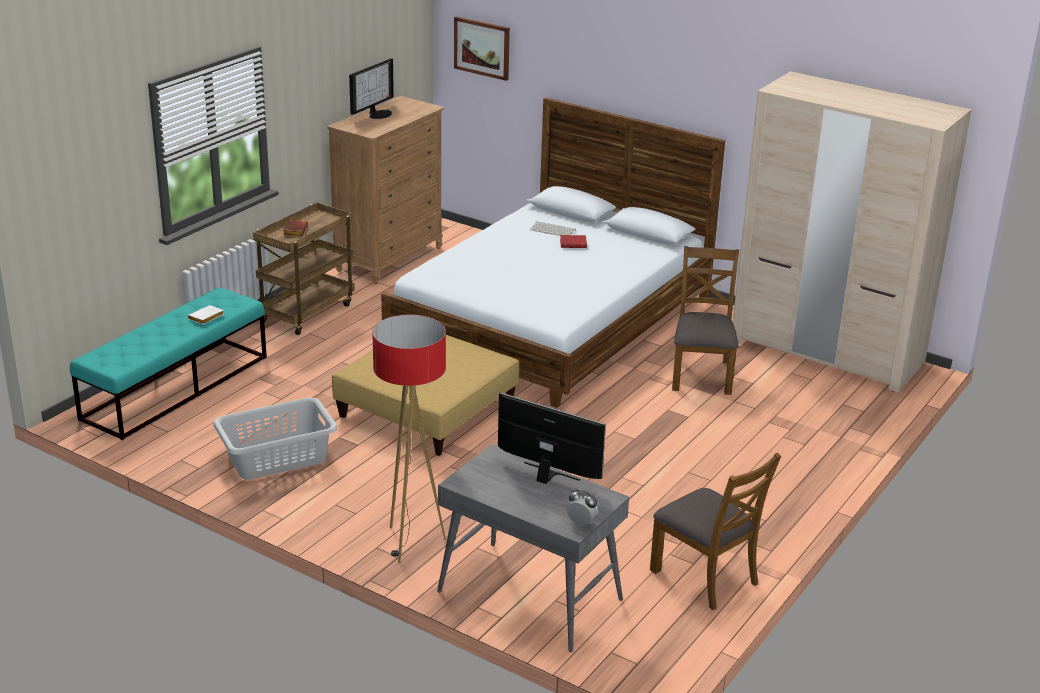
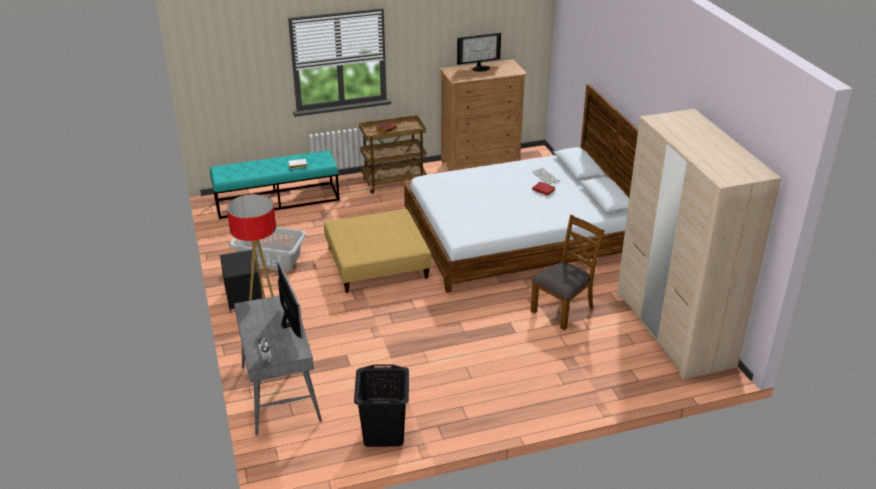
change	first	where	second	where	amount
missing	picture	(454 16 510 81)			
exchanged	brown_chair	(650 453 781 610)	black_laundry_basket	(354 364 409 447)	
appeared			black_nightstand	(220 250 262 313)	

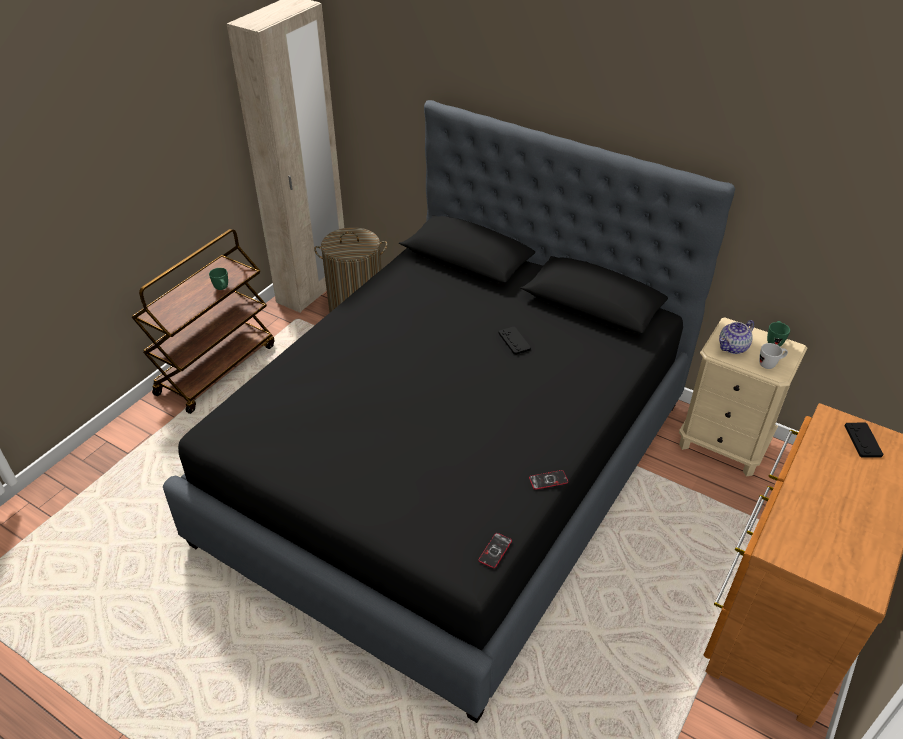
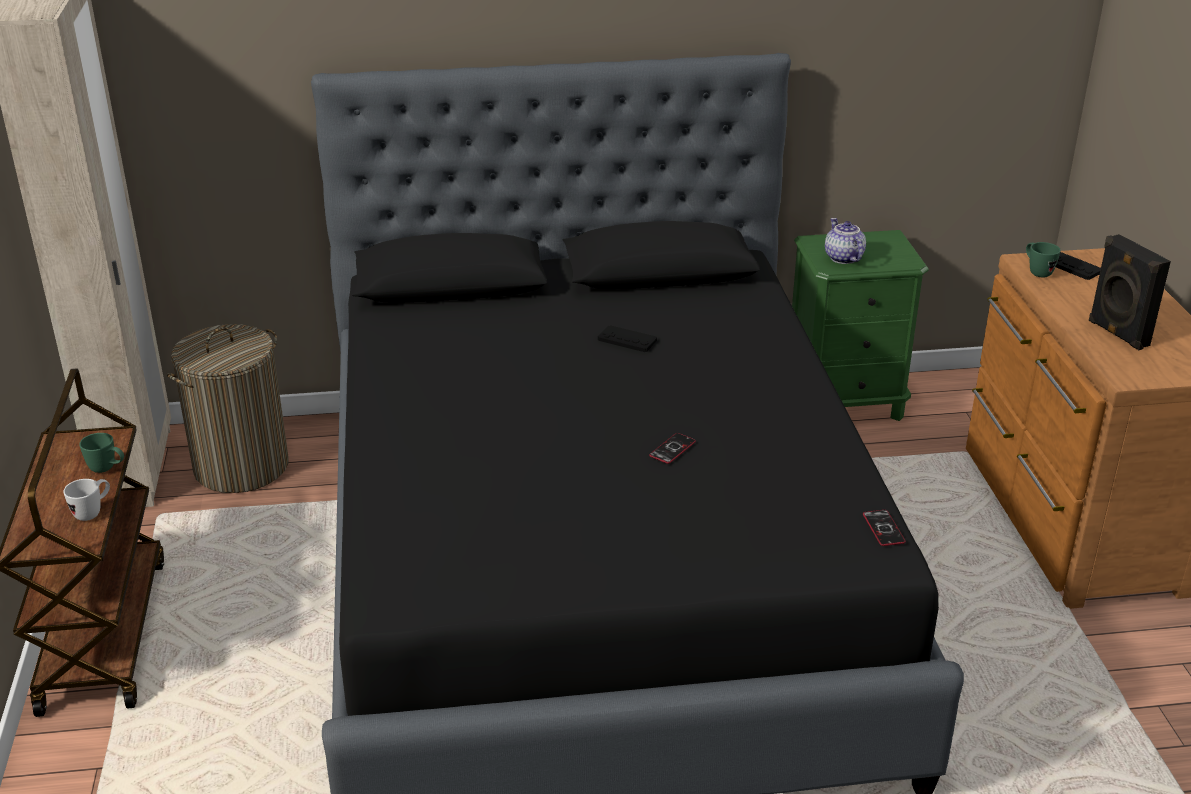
change	first	where	second	where	amount
colour	beige_nightstand	(679 317 807 477)	green_nightstand	(792 230 929 421)	
spun	teapot	(719 320 754 354)		(825 218 866 264)	150 degrees clockwise
relocated	green_mug	(767 321 790 346)		(1026 242 1061 277)	
relocated	white_mug	(759 343 788 369)		(63 479 110 521)	
relocated	phone	(529 470 568 490)		(649 433 696 464)	
appeared			black_speaker	(1089 234 1171 350)	

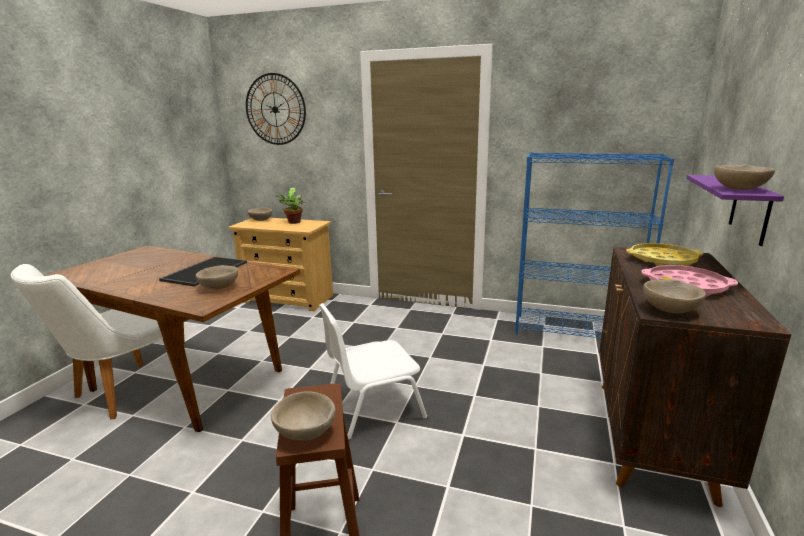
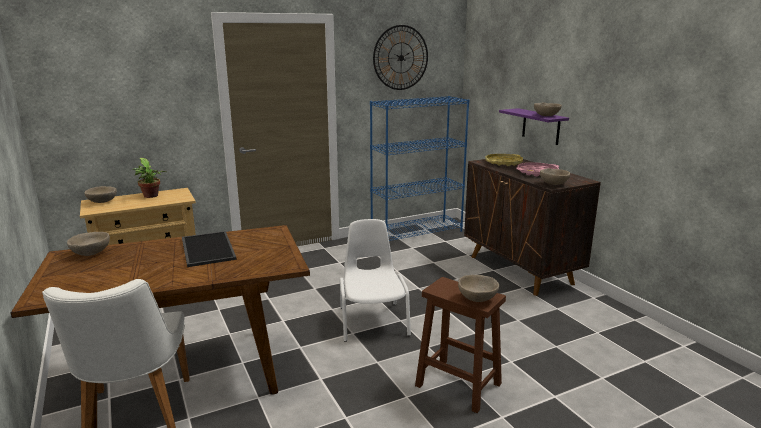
change	first	where	second	where	amount
relocated	wall_clock	(246 73 306 145)		(373 25 428 90)	
relocated	beige_bowl	(196 265 238 290)		(67 232 110 256)	
spun	white_chair	(319 303 427 440)		(340 219 411 342)	150 degrees clockwise

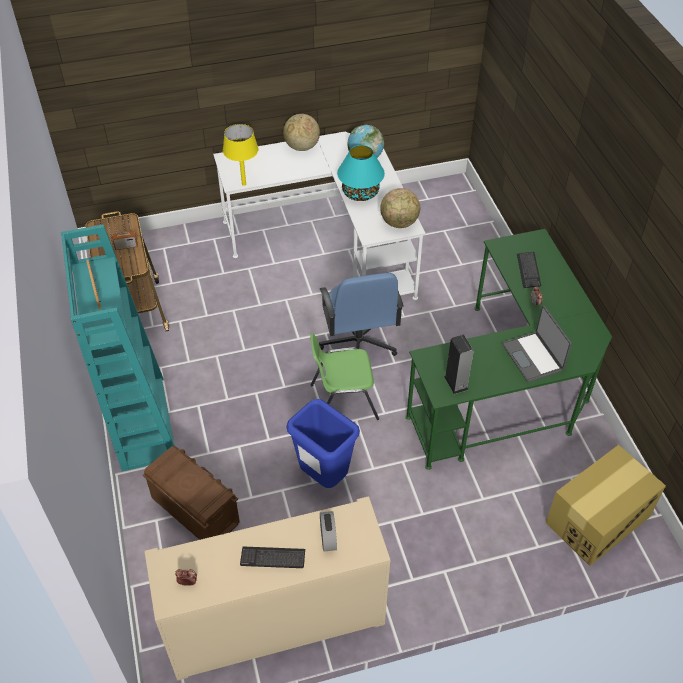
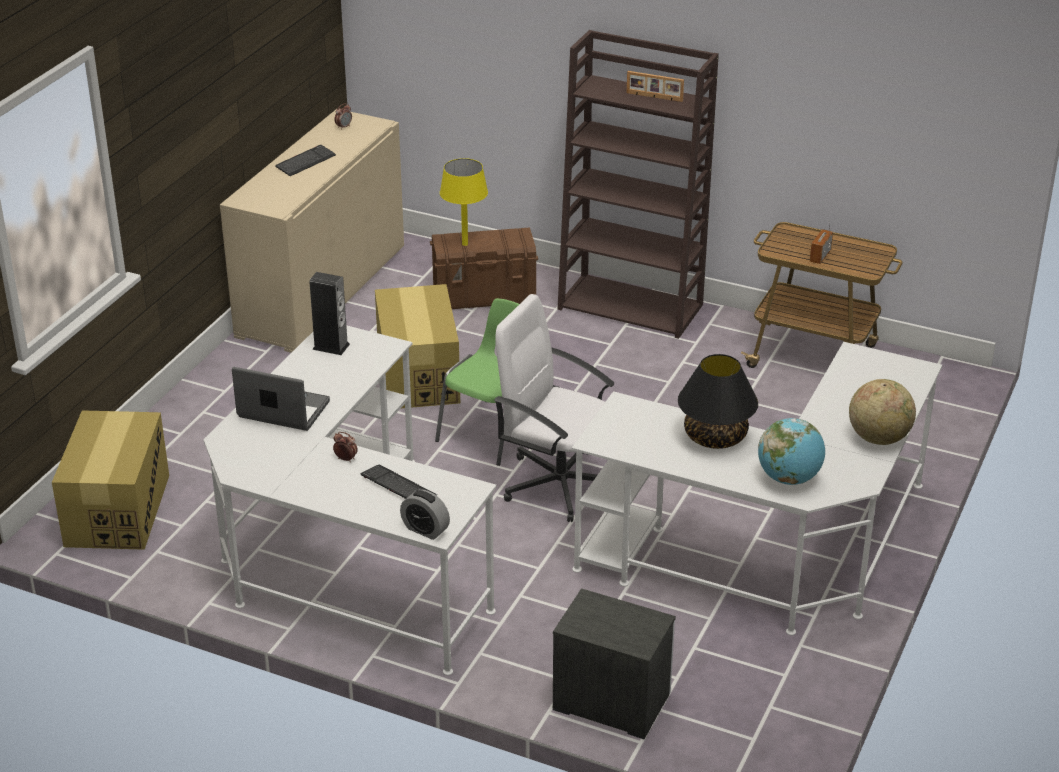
change	first	where	second	where	amount
relocated	yellow_table_lamp	(223 124 258 186)		(440 158 488 246)	
colour	turquoise_table_lamp	(337 145 385 201)	black_table_lamp	(678 354 758 449)	
missing	globe	(380 188 420 228)			
colour	turquoise_bookcase	(61 224 175 471)	brown_bookcase	(558 30 719 339)	
colour	green_desk	(405 229 612 470)	white_desk	(203 325 497 675)	
colour	blue_office_chair	(319 273 404 356)	white_office_chair	(494 294 614 522)	
exchanged	blue_trash_can	(287 399 360 488)	cardboard_box	(375 284 460 408)	
relocated	alarm_clock	(320 511 337 551)		(400 490 450 540)	
appeared			nightstand	(553 588 676 739)	

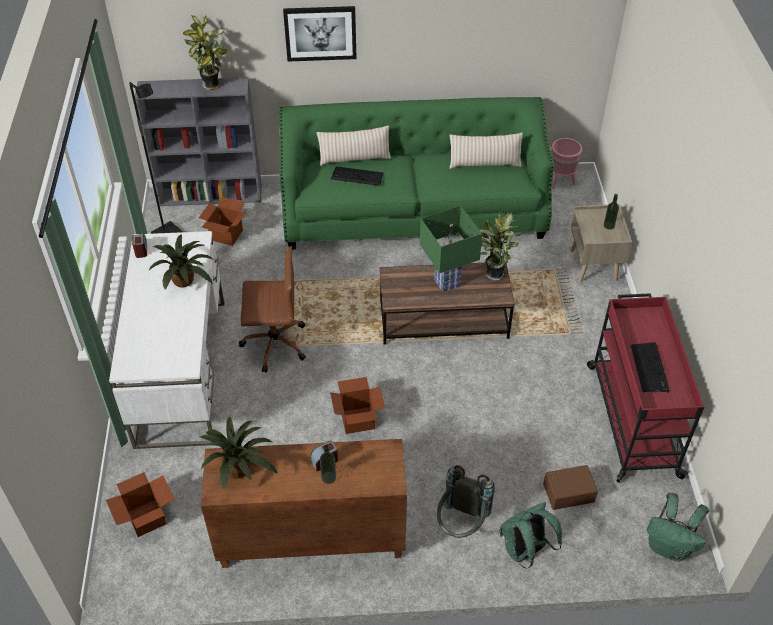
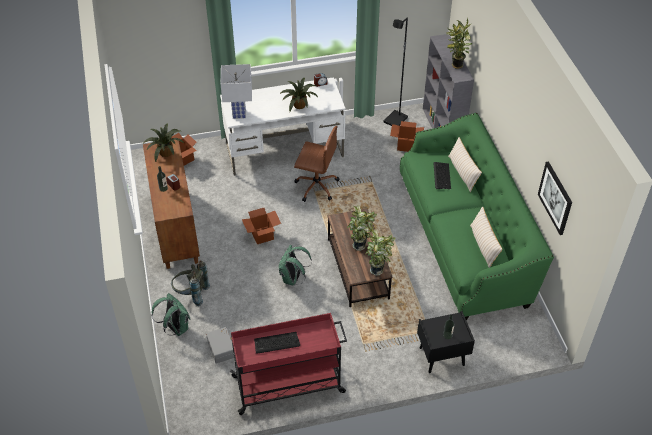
change	first	where	second	where	amount
relocated	picture	(283 6 357 62)		(538 162 572 235)	
missing	pink_planter	(551 138 582 189)			
colour	beige_nightstand	(571 204 632 282)	black_nightstand	(417 311 475 373)	
exchanged	green_table_lamp	(420 206 482 292)	potted_plant	(347 205 377 251)	
spun	brown_office_chair	(239 246 306 373)		(294 126 339 202)	60 degrees counterclockwise
colour	brown_storage_box	(543 465 598 510)	grey_storage_box	(206 327 234 364)	
relocated	green_backpack	(647 493 709 562)		(279 245 312 285)	
appeared			white_table_lamp	(220 64 252 119)	

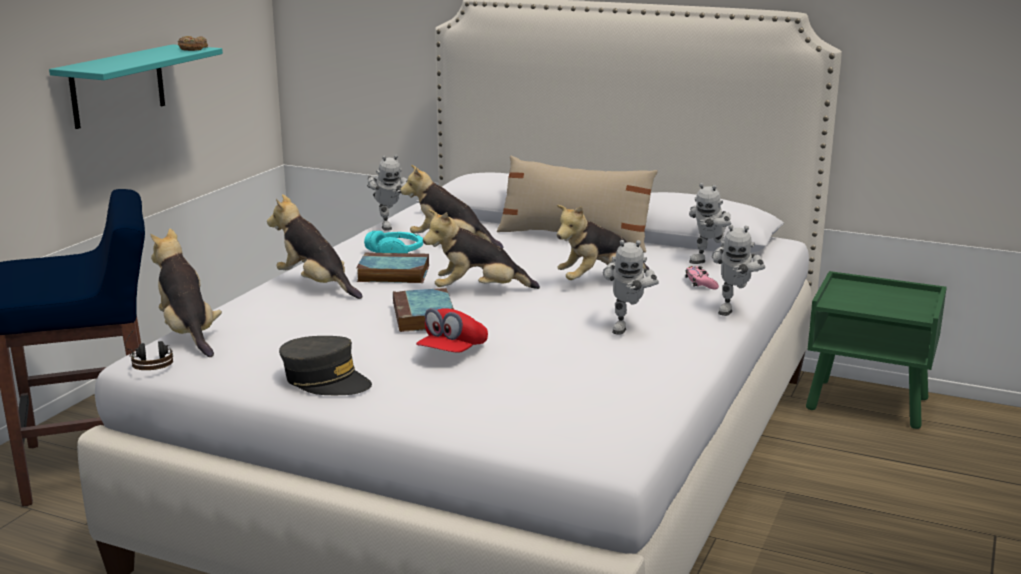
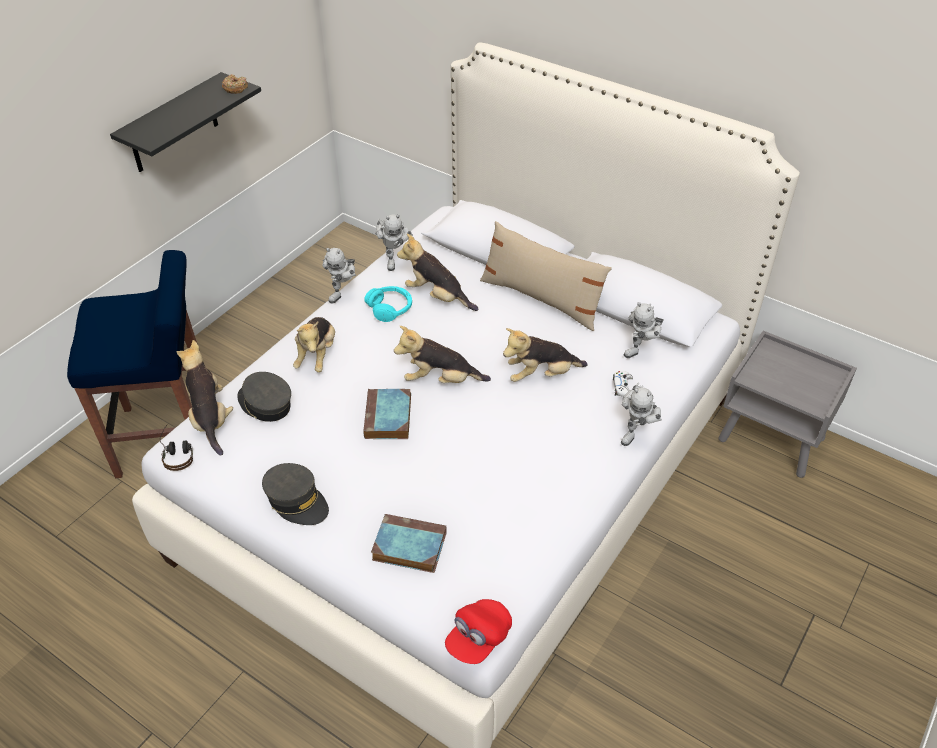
change	first	where	second	where	amount
colour	turquoise_shelf	(49 44 223 129)	black_shelf	(110 72 261 172)	
spun	plush_toy	(267 194 362 299)		(293 317 335 372)	135 degrees counterclockwise
relocated	toy_robot	(603 240 659 334)		(322 248 356 303)	
relocated	book	(356 253 429 283)		(371 514 446 573)	
colour	pink_game_controller	(685 266 719 290)	white_game_controller	(613 371 633 397)	
colour	green_nightstand	(806 271 947 429)	grey_nightstand	(719 331 857 478)	
relocated	red_cap	(416 308 488 353)		(445 599 512 664)	
appeared			grey_cap	(237 372 291 422)	

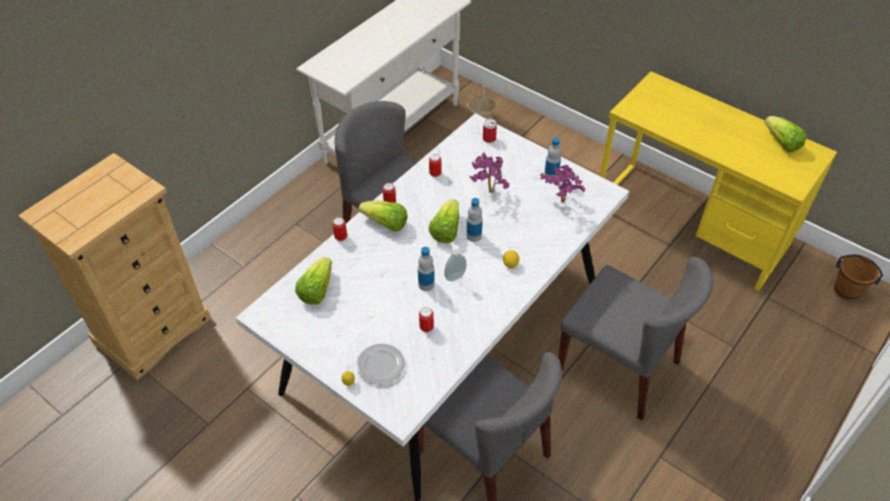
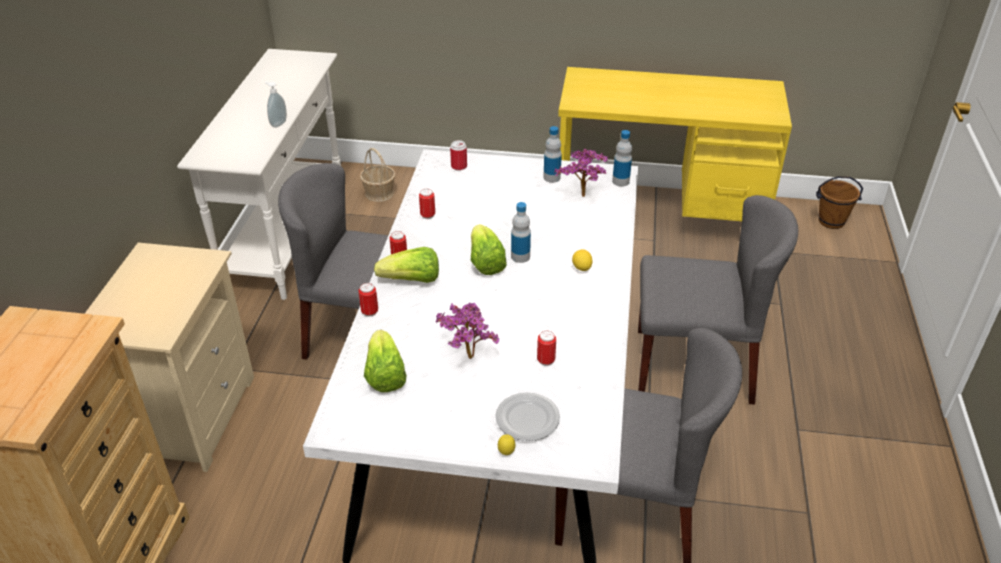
change	first	where	second	where	amount
missing	lettuce	(765 116 806 153)			
relocated	potted_plant	(470 152 509 193)		(435 302 499 358)	
relocated	soap_dispenser	(444 242 467 281)		(265 81 287 128)	
relocated	bottle	(418 247 435 291)		(612 130 632 187)	
appeared			beige_nightstand	(85 243 254 472)	

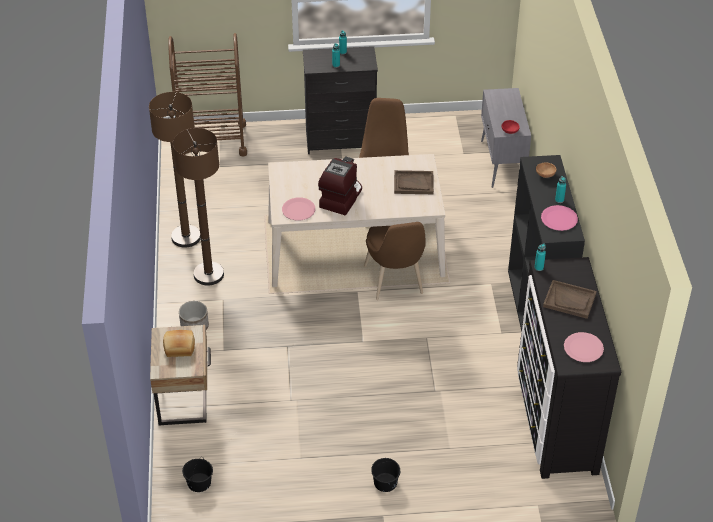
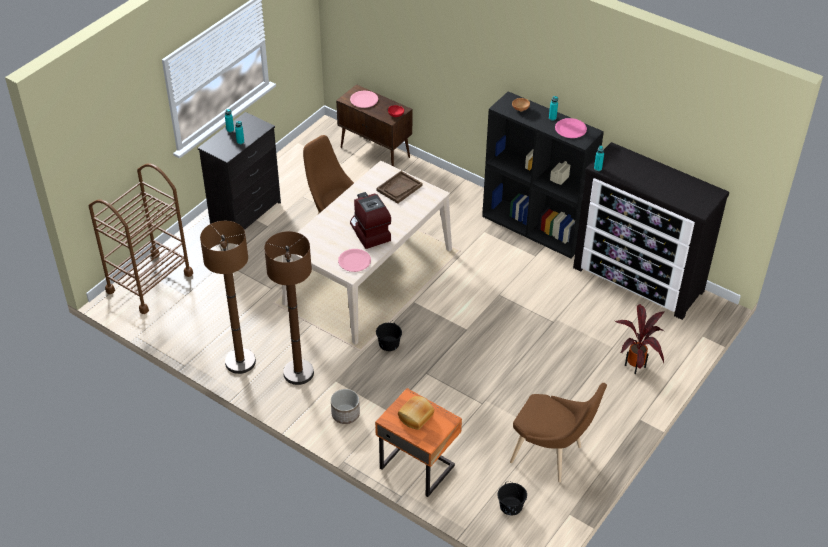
change	first	where	second	where	amount
colour	grey_cabinet	(481 88 531 188)	brown_cabinet	(336 84 412 166)	
relocated	brown_chair	(364 222 426 300)		(510 383 607 482)	
missing	brown_tray	(543 280 597 319)			
colour	beige_nightstand	(150 325 211 426)	orange_nightstand	(375 388 462 497)	
relocated	pink_plate	(564 332 604 362)		(350 91 378 108)	
relocated	black_bucket	(371 458 400 492)		(376 320 402 351)	
appeared			potted_plant	(615 304 665 374)	

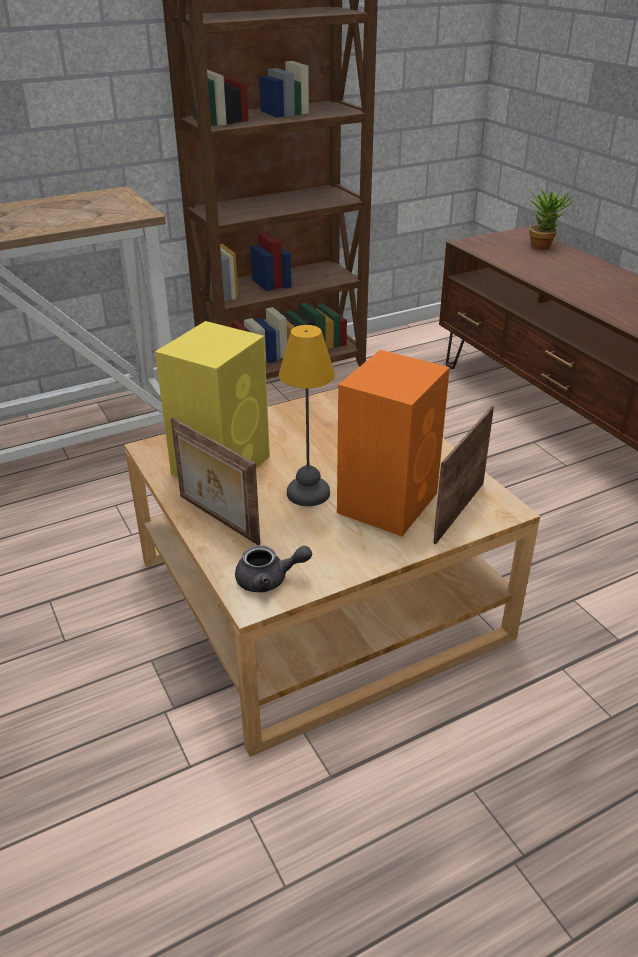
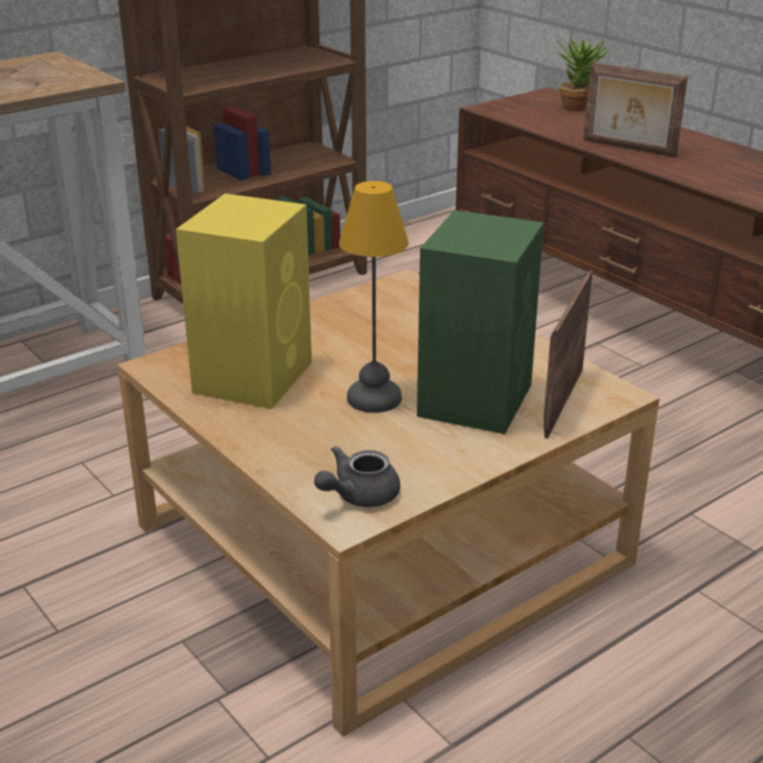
change	first	where	second	where	amount
colour	orange_speaker	(337 350 450 536)	green_speaker	(417 210 544 434)	
relocated	picture_frame	(171 418 260 545)		(584 62 688 158)	
spun	grey_teapot	(235 545 312 592)		(314 446 400 507)	150 degrees clockwise

